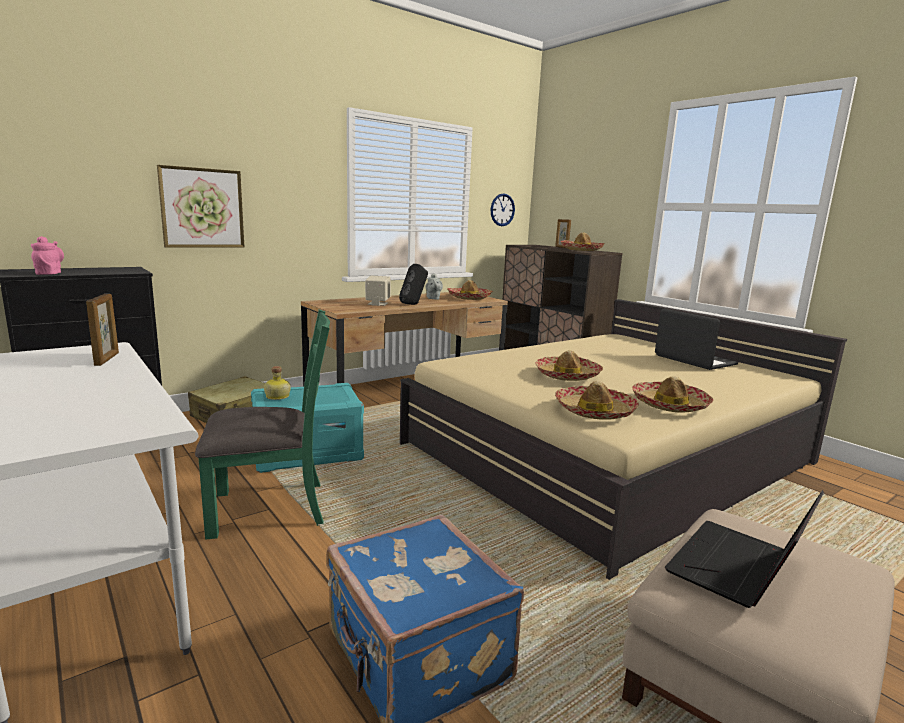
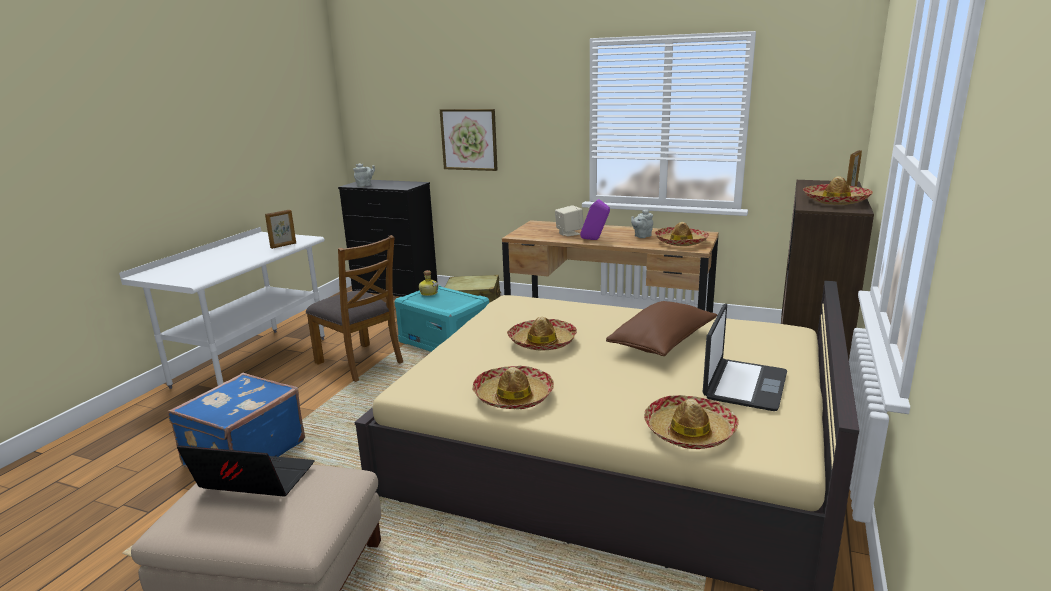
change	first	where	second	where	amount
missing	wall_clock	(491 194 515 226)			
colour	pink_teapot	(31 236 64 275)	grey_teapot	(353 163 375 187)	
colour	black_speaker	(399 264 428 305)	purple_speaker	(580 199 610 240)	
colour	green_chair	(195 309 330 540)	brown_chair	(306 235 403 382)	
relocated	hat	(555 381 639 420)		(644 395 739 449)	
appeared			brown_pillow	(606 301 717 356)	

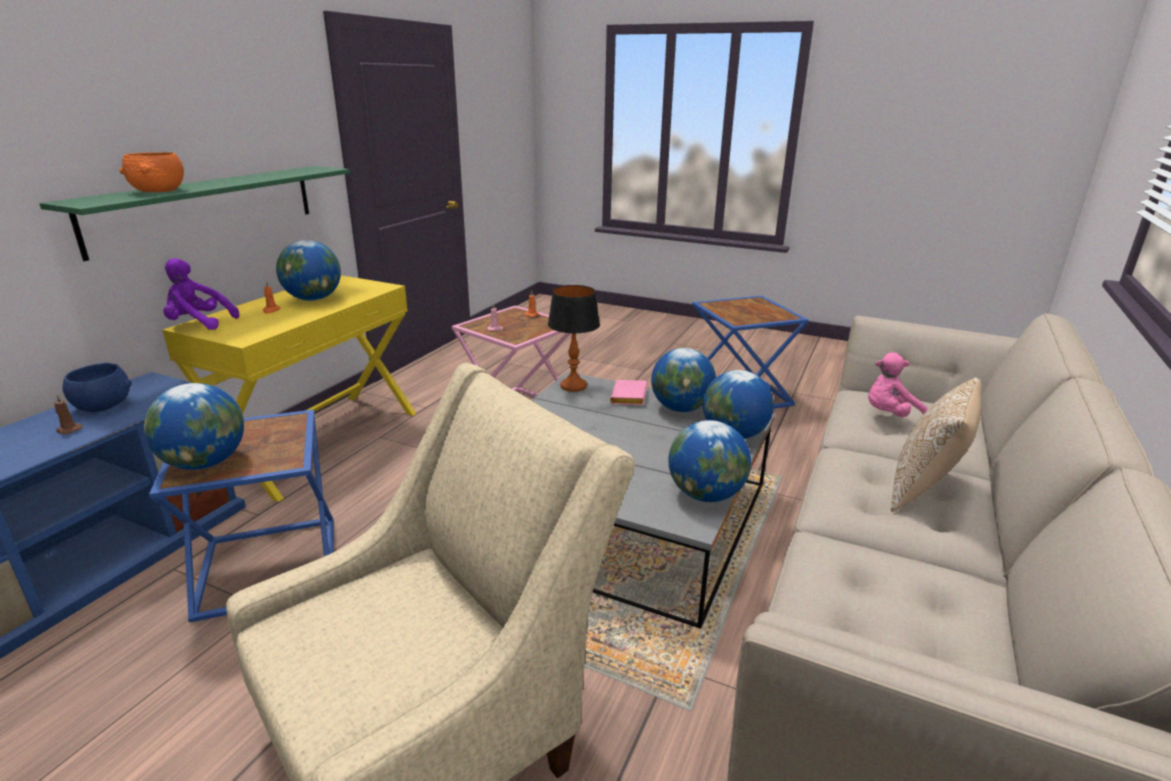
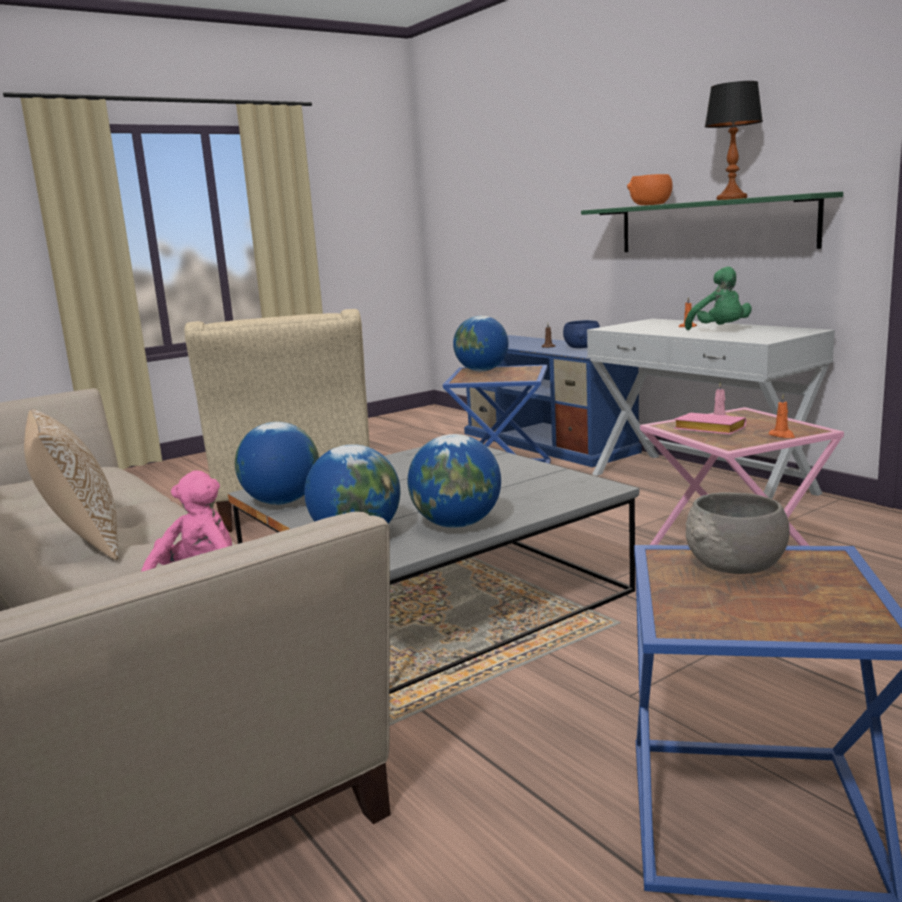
change	first	where	second	where	amount
exchanged	globe	(276 240 341 301)	green_plush_toy	(685 266 752 330)	
missing	purple_plush_toy	(163 258 239 330)			
colour	yellow_console_table	(162 275 416 502)	white_console_table	(587 318 835 499)	
relocated	table_lamp	(548 285 600 392)		(705 81 763 200)	
relocated	pink_book	(610 380 647 405)		(674 413 746 434)	
appeared			grey_bowl	(686 492 790 574)	

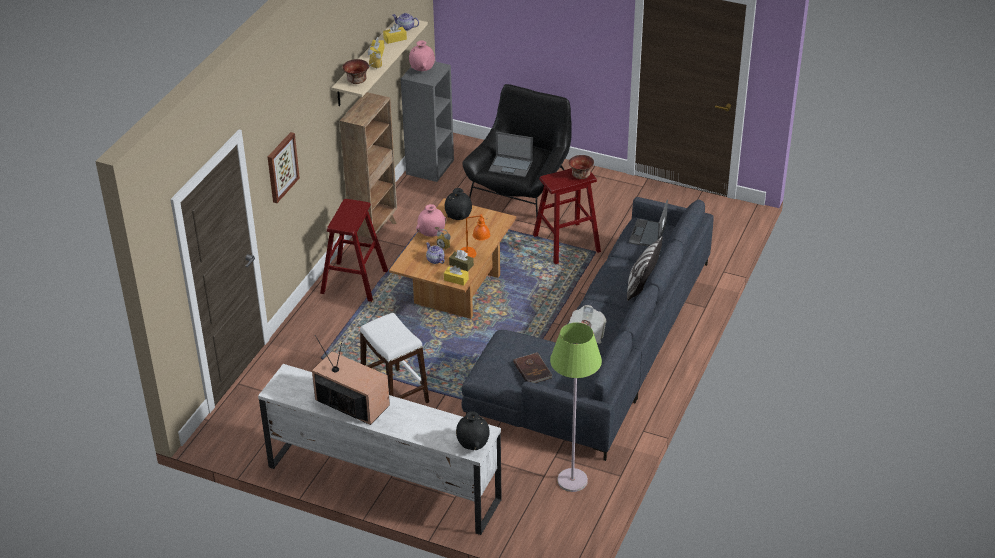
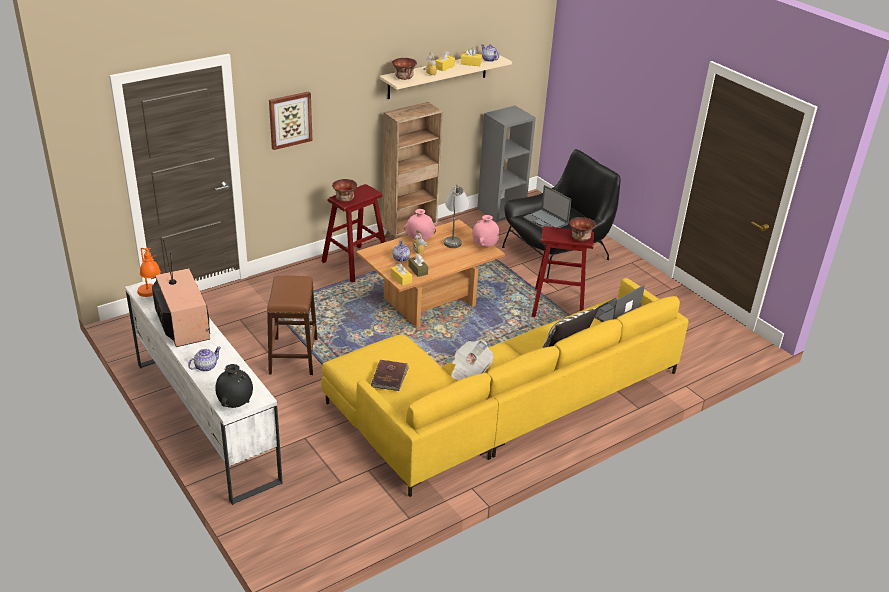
change	first	where	second	where	amount
relocated	pink_vase	(409 40 435 71)		(472 215 499 247)	
exchanged	black_vase	(445 188 472 220)	grey_table_lamp	(444 185 469 248)	
colour	grey_sofa	(461 197 714 461)	yellow_sofa	(321 278 688 497)	
relocated	orange_table_lamp	(460 214 490 258)		(137 248 161 297)	
colour	white_stool	(360 313 429 403)	brown_stool	(267 276 318 375)	
missing	green_floor_lamp	(550 322 602 492)			
appeared			bowl	(332 179 357 202)	
appeared			teapot	(188 347 221 372)	

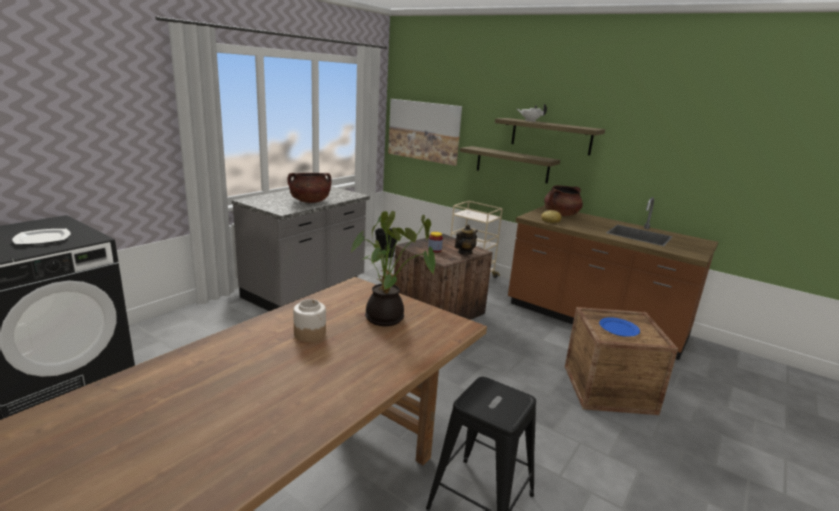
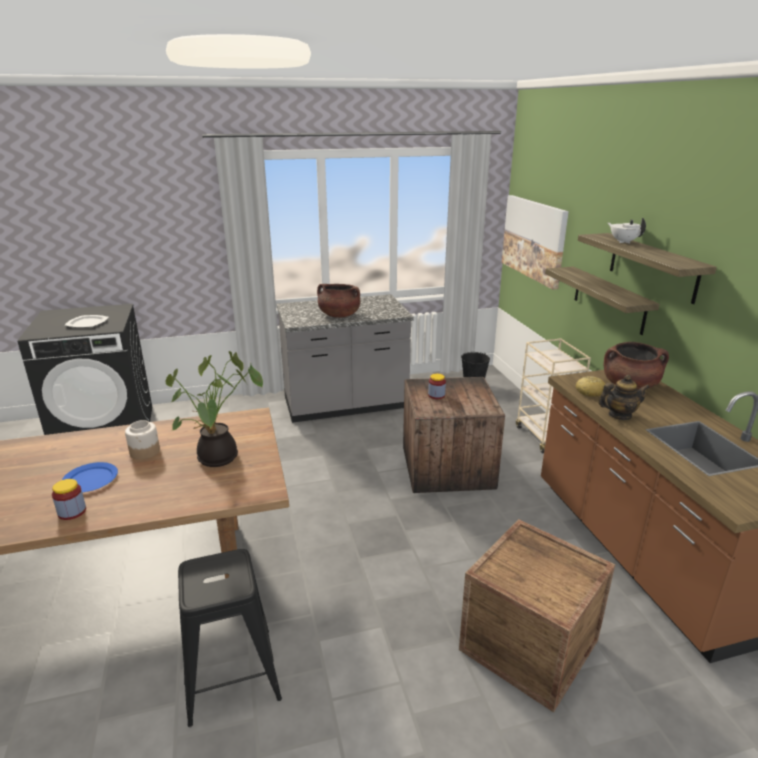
change	first	where	second	where	amount
relocated	teapot	(455 225 478 255)		(598 375 650 420)	
relocated	blue_plate	(599 317 640 336)		(62 462 118 492)	
appeared			jar	(52 479 86 520)	

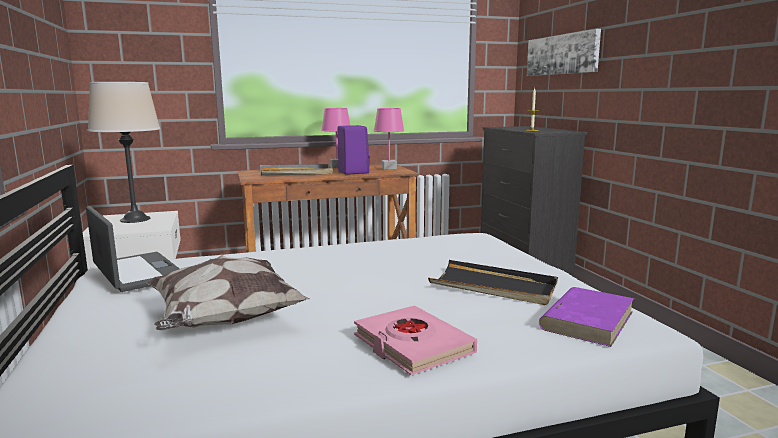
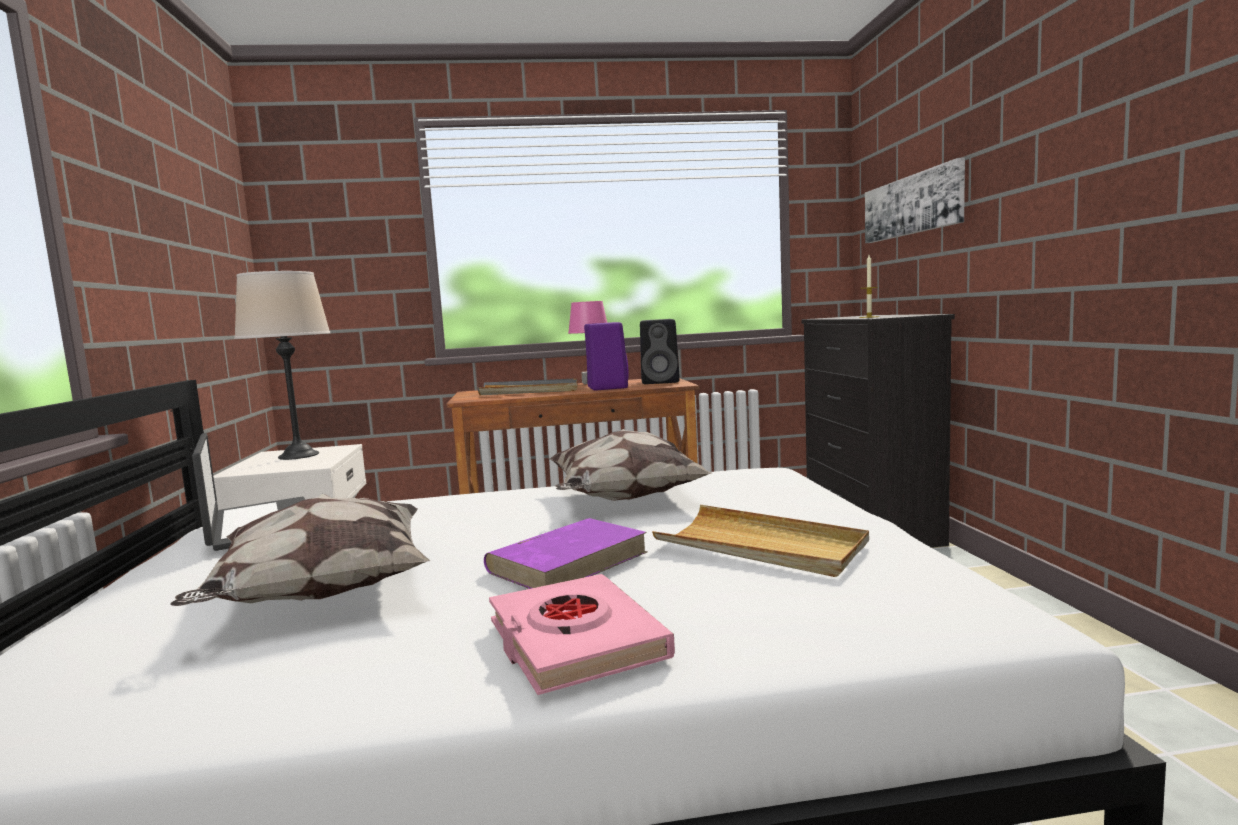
change	first	where	second	where	amount
exchanged	pink_table_lamp	(374 108 404 170)	black_speaker	(640 319 680 384)	
colour	black_tray	(428 260 558 305)	beige_tray	(652 505 869 577)	
relocated	purple_book	(539 287 634 347)		(484 518 648 589)	
appeared			pillow	(549 429 712 501)	

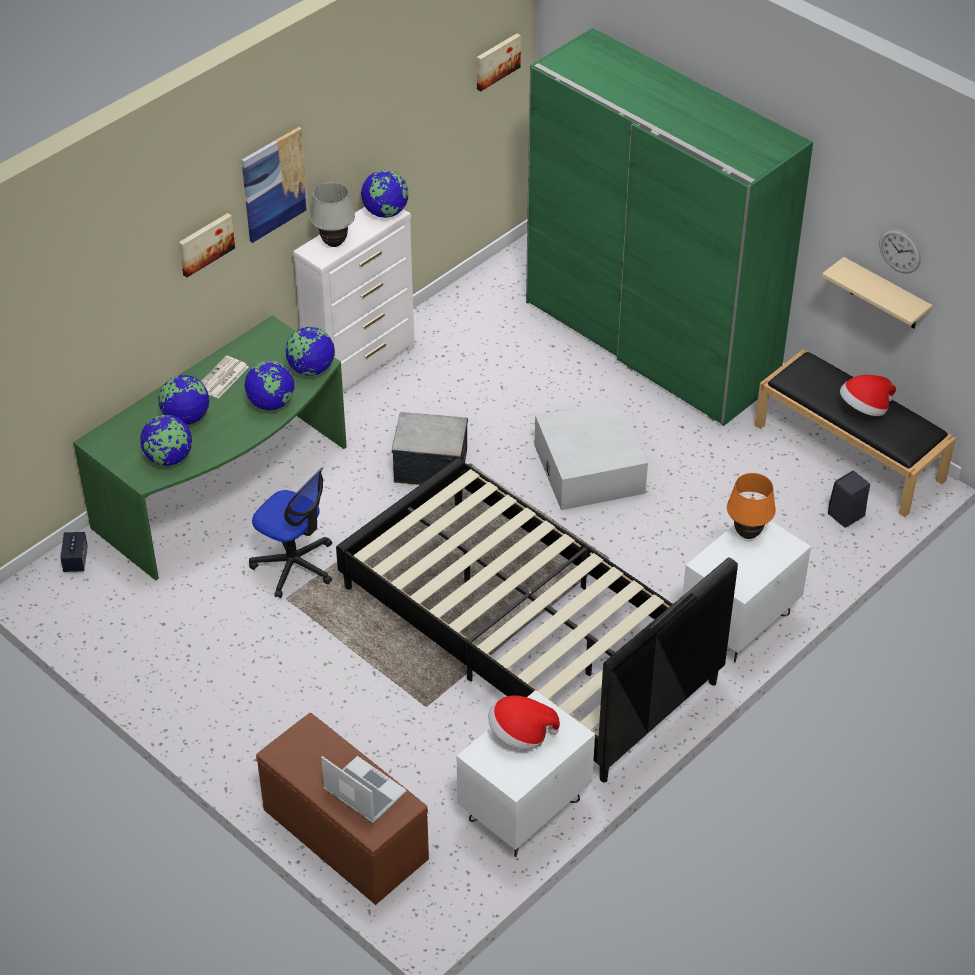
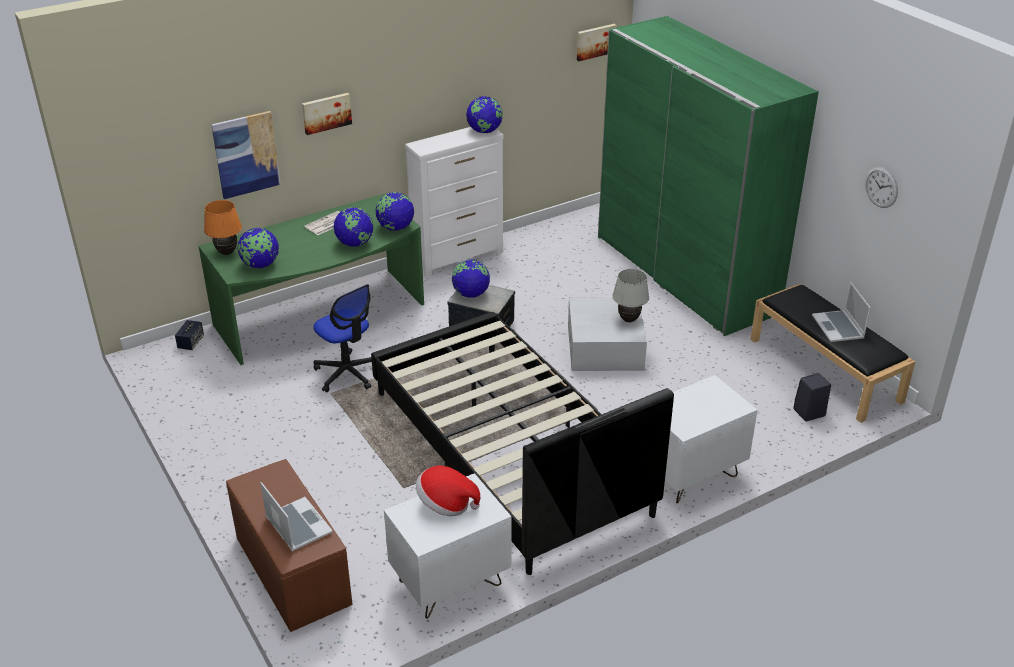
change	first	where	second	where	amount
relocated	picture	(241 127 308 243)		(211 111 281 199)	
relocated	white_table_lamp	(310 182 355 247)		(612 269 649 322)	
missing	beige_shelf	(822 257 933 329)			
relocated	globe	(159 375 209 425)		(452 260 490 298)	
exchanged	hat	(840 375 896 416)	laptop	(812 282 871 342)	
relocated	orange_table_lamp	(727 473 776 539)		(204 200 242 255)	

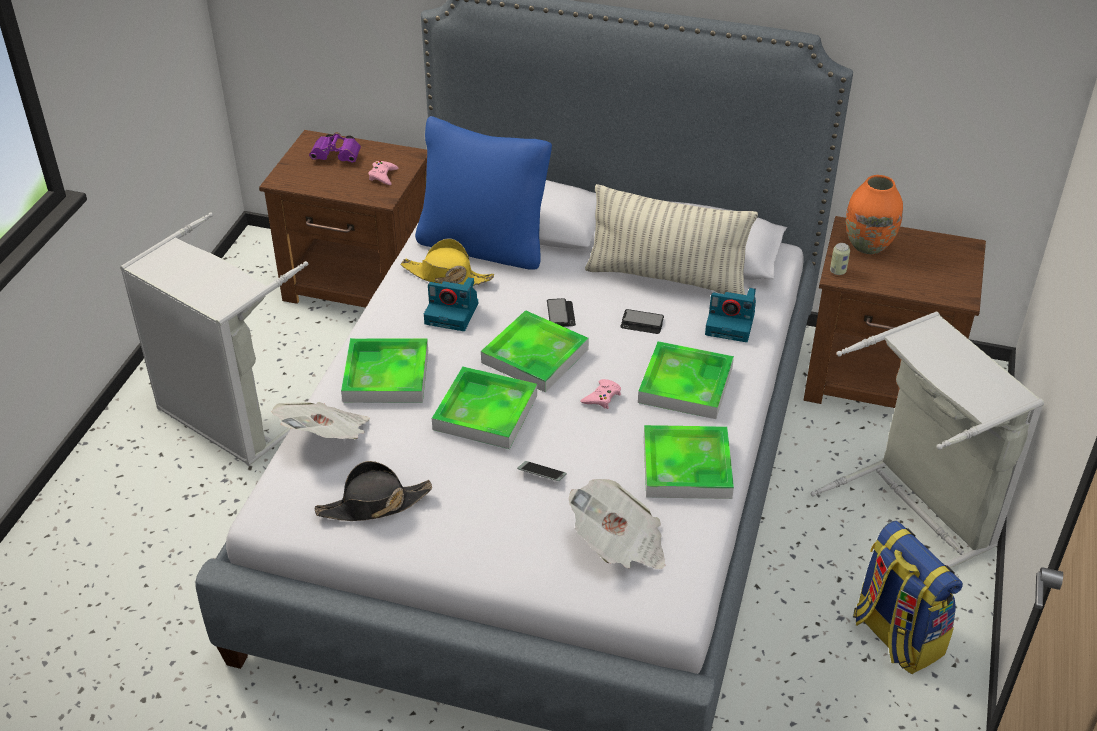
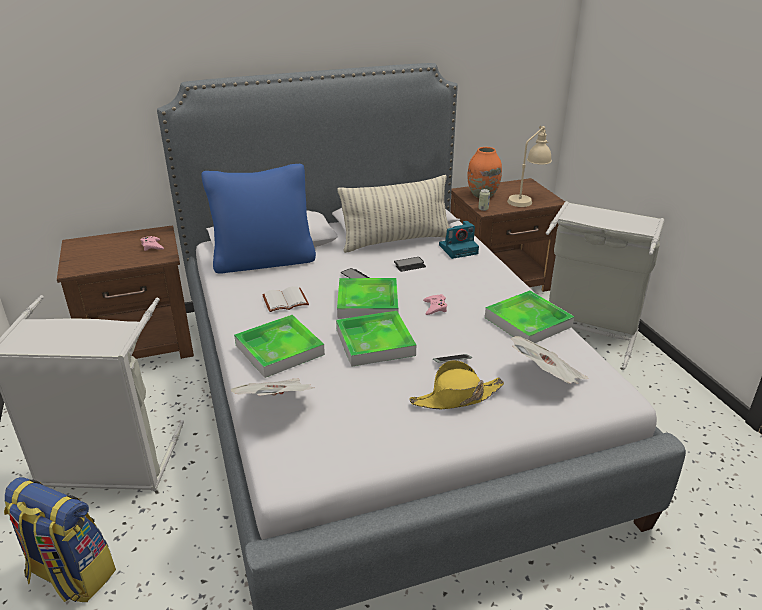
change	first	where	second	where	amount
missing	purple_binoculars	(309 132 361 162)			
relocated	yellow_hat	(401 238 494 286)		(409 360 504 409)	
exchanged	photo_camera	(424 277 478 331)	white_book	(262 286 309 312)	
missing	tray	(638 341 734 419)			
missing	black_hat	(315 461 432 521)			
relocated	backpack	(853 521 963 674)		(4 477 116 602)	
appeared			beige_table_lamp	(507 126 552 207)	

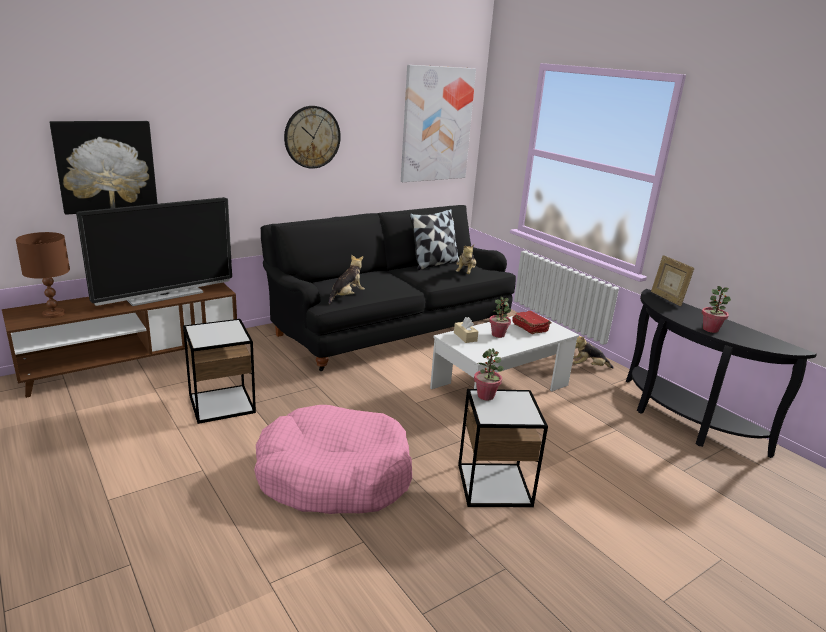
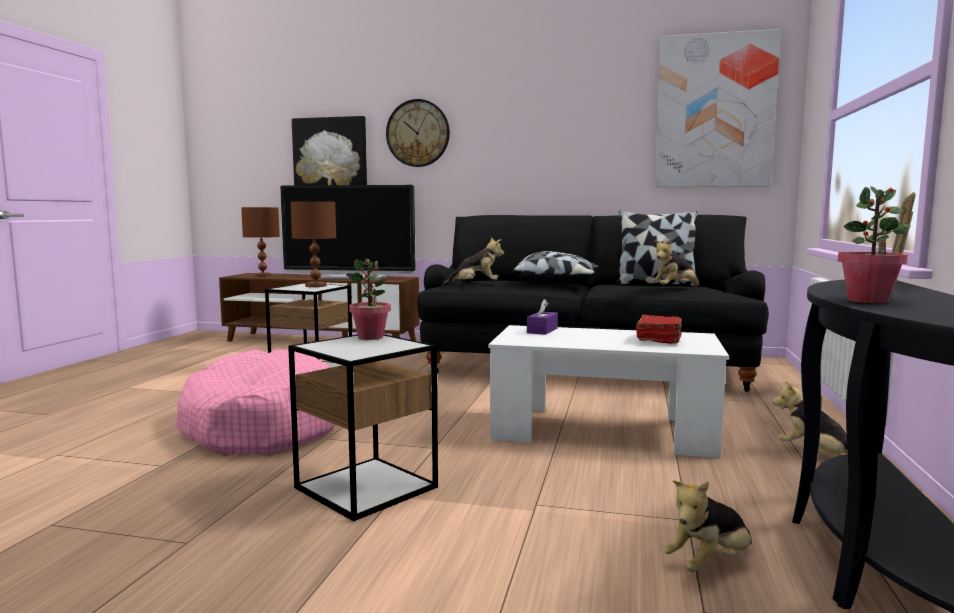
change	first	where	second	where	amount
relocated	wall_clock	(284 106 341 169)		(386 99 450 167)	
missing	potted_plant	(489 297 511 338)			
colour	beige_tissue_box	(454 317 479 343)	purple_tissue_box	(527 299 558 335)	
appeared			brown_table_lamp	(291 201 336 287)	
appeared			pillow	(513 251 599 285)	
appeared			plush_toy	(662 480 752 572)	

